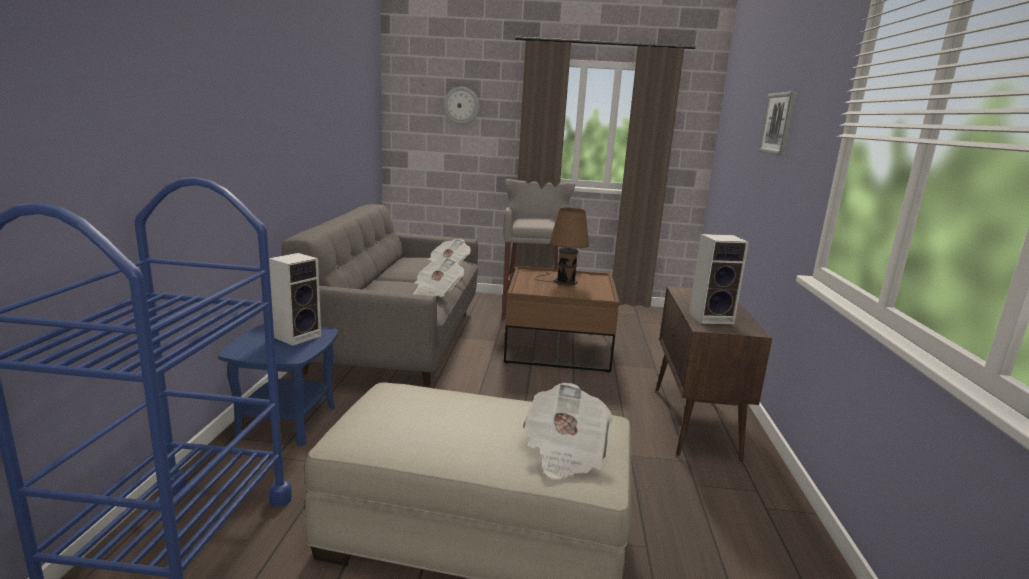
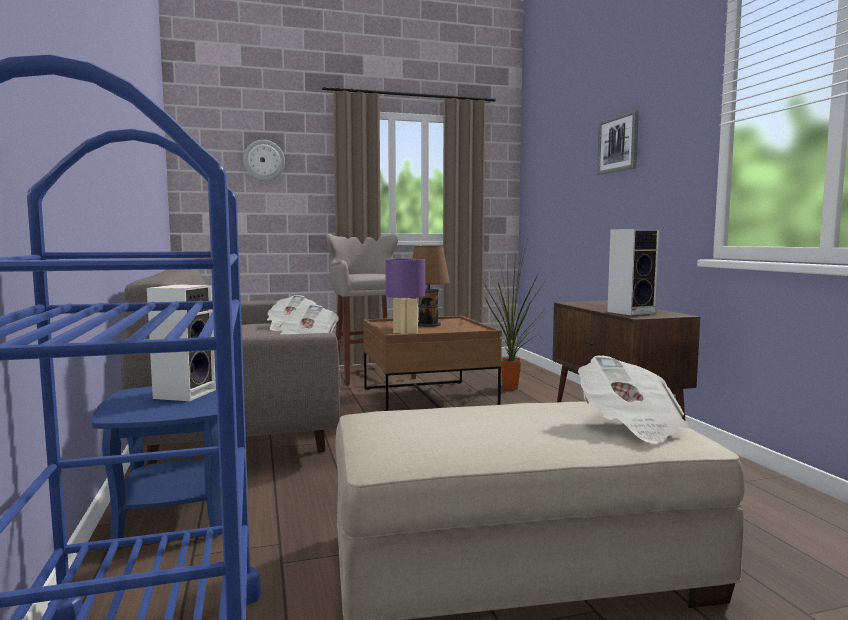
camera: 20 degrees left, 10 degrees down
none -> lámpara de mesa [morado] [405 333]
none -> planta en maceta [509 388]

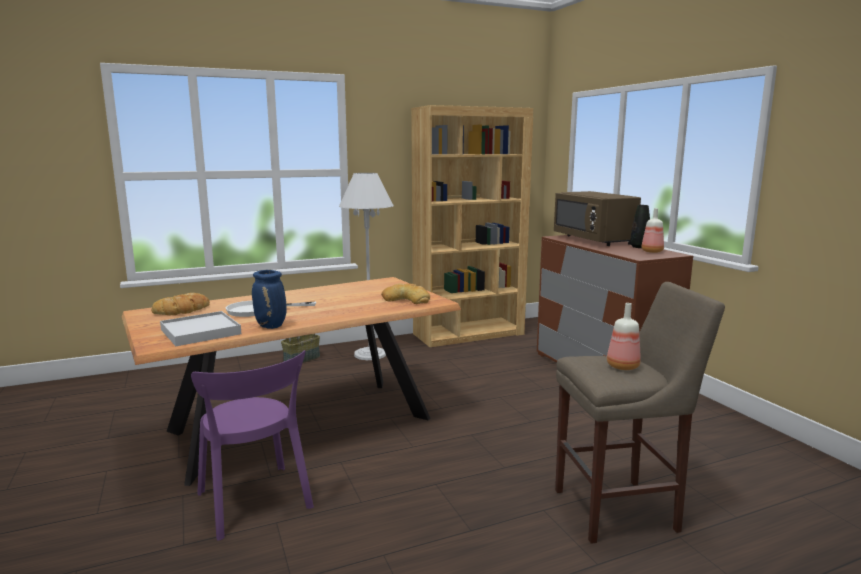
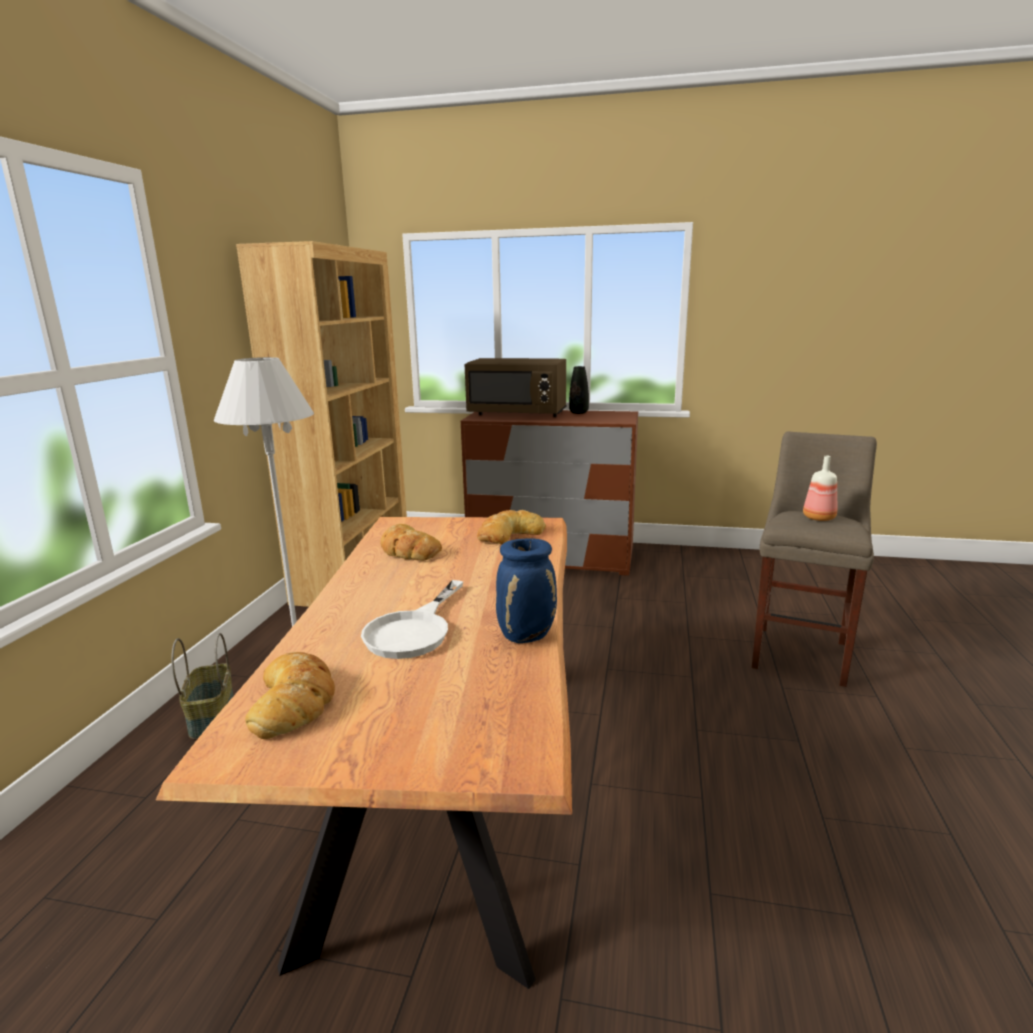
camera: 55 degrees left, 5 degrees up
bandeja [blanco] [200 332] -> none
silla [morado] [255 503] -> none
botella [651 251] -> none
none -> pan [408 550]

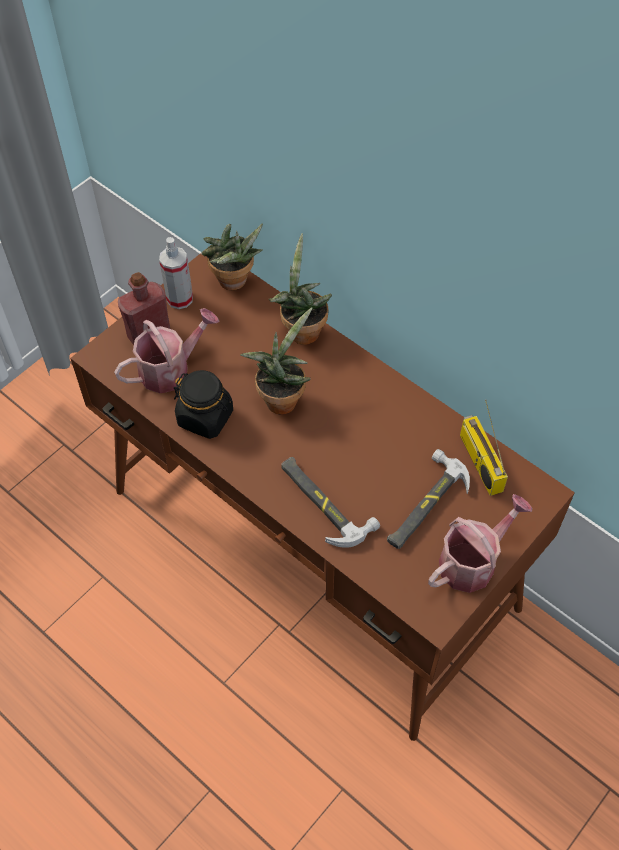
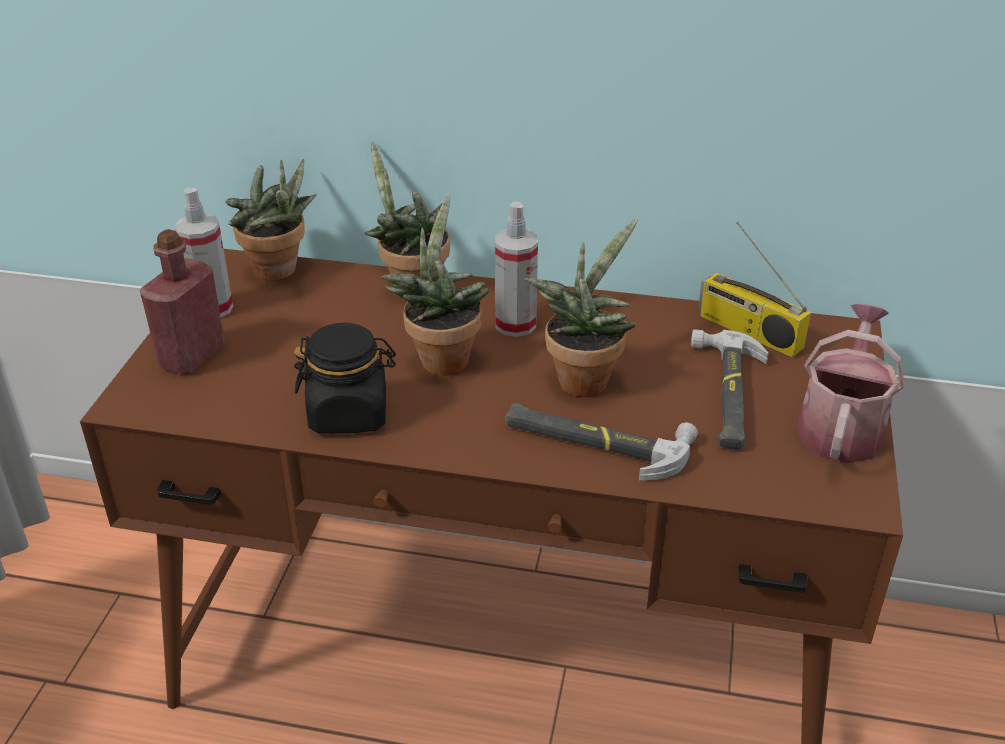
camera: 30 degrees left, 20 degrees down
regadera [170 369] -> none
none -> pulverizador [515 324]
none -> planta en maceta [583 377]

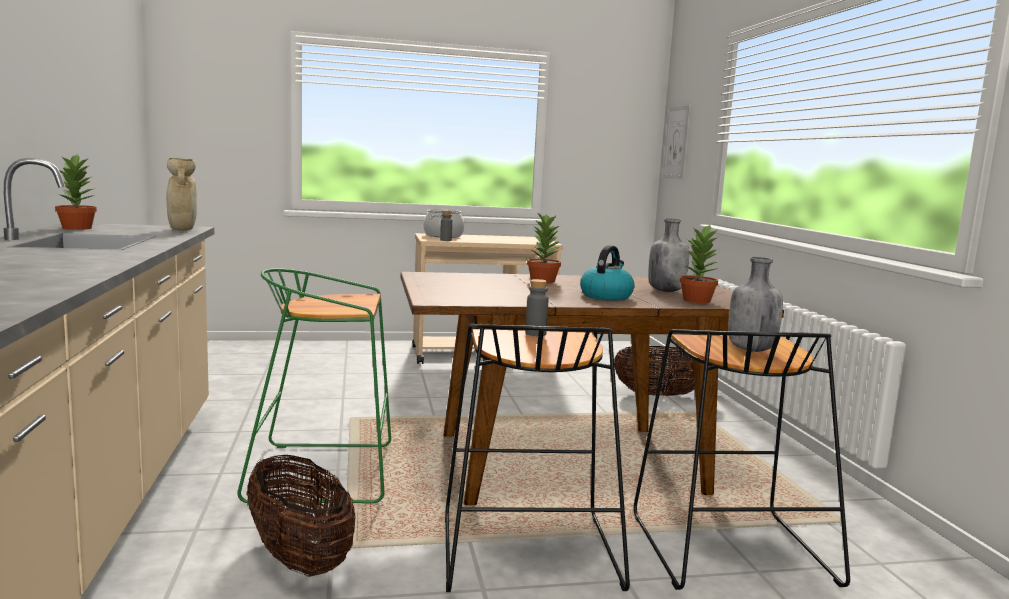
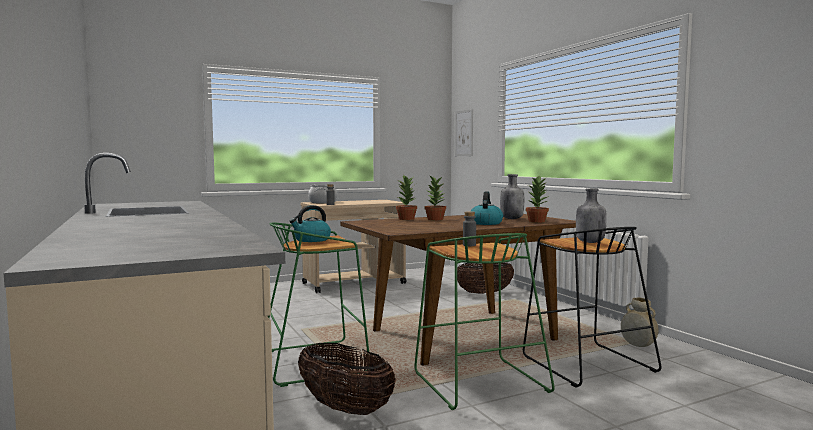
camera: 15 degrees left, 5 degrees down
planta en maceta [78 228] -> planta en maceta [406 219], move
florero [beis] [182 230] -> florero [beis] [637 346], move
taburete [negro] [525 549] -> taburete [verde] [478 382]
none -> hervidor [311 240]

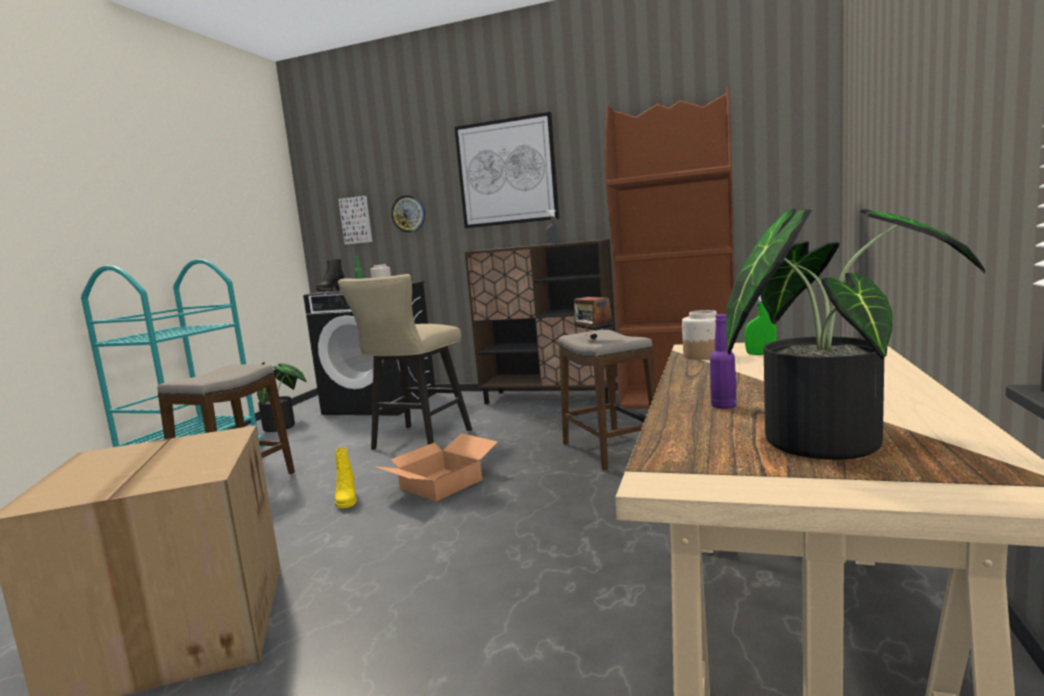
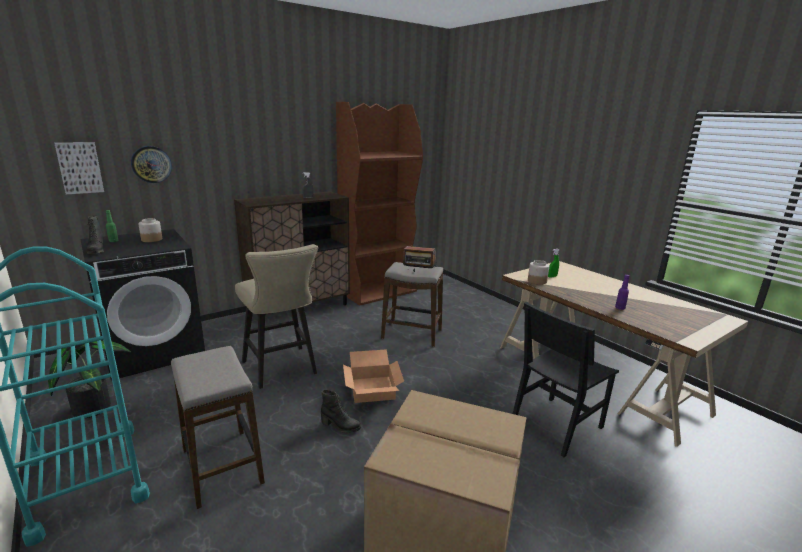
camera: 55 degrees left, 10 degrees up
bota [amarillo] [346 500] -> bota [negro] [340 426]
cuadro [507 172] -> none
planta en maceta [824 438] -> none
none -> silla [negro] [556 424]

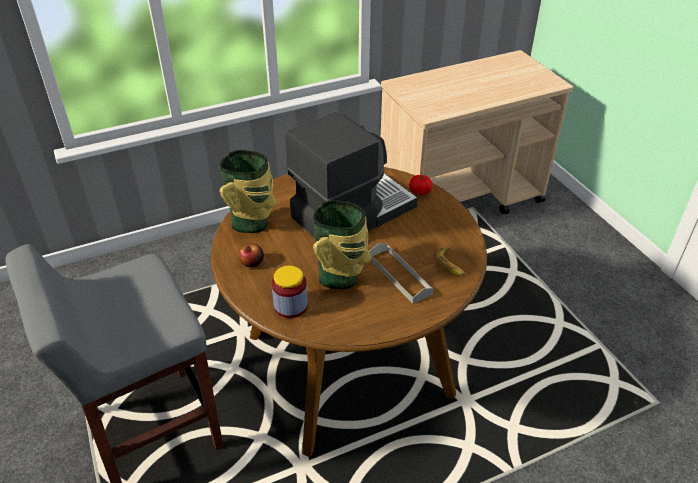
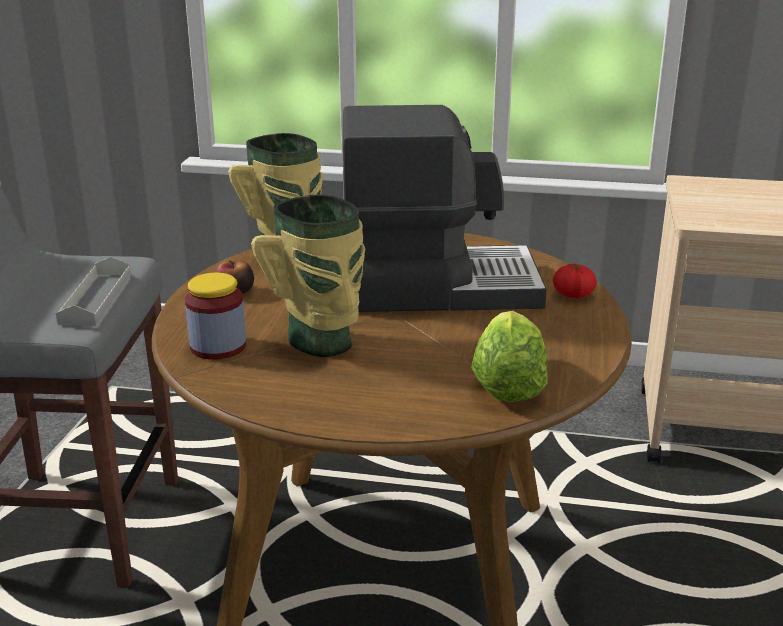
camera: 35 degrees right, 15 degrees down
bandeja [gris] [399 275] -> bandeja [gris] [96 298], move
plátano [450 265] -> lechuga [507 385]

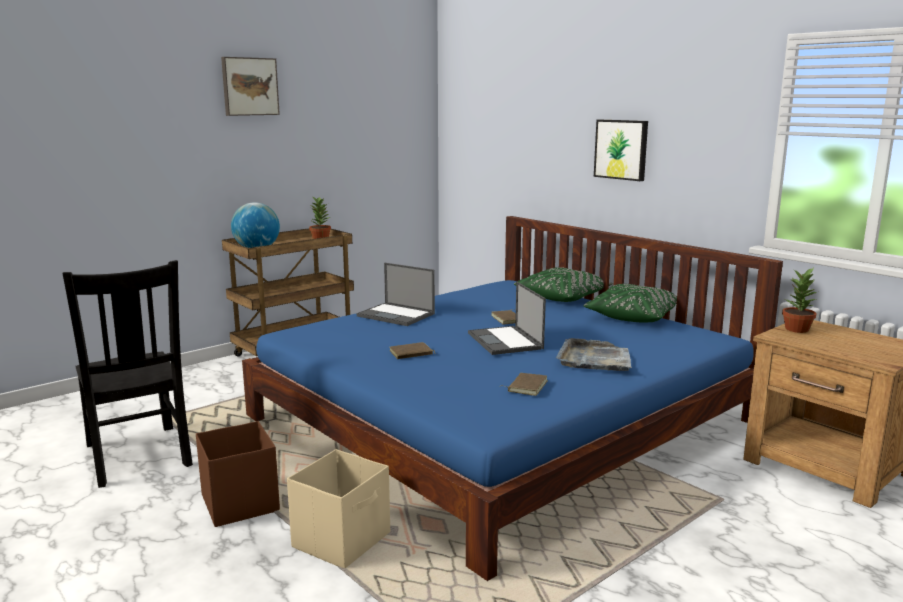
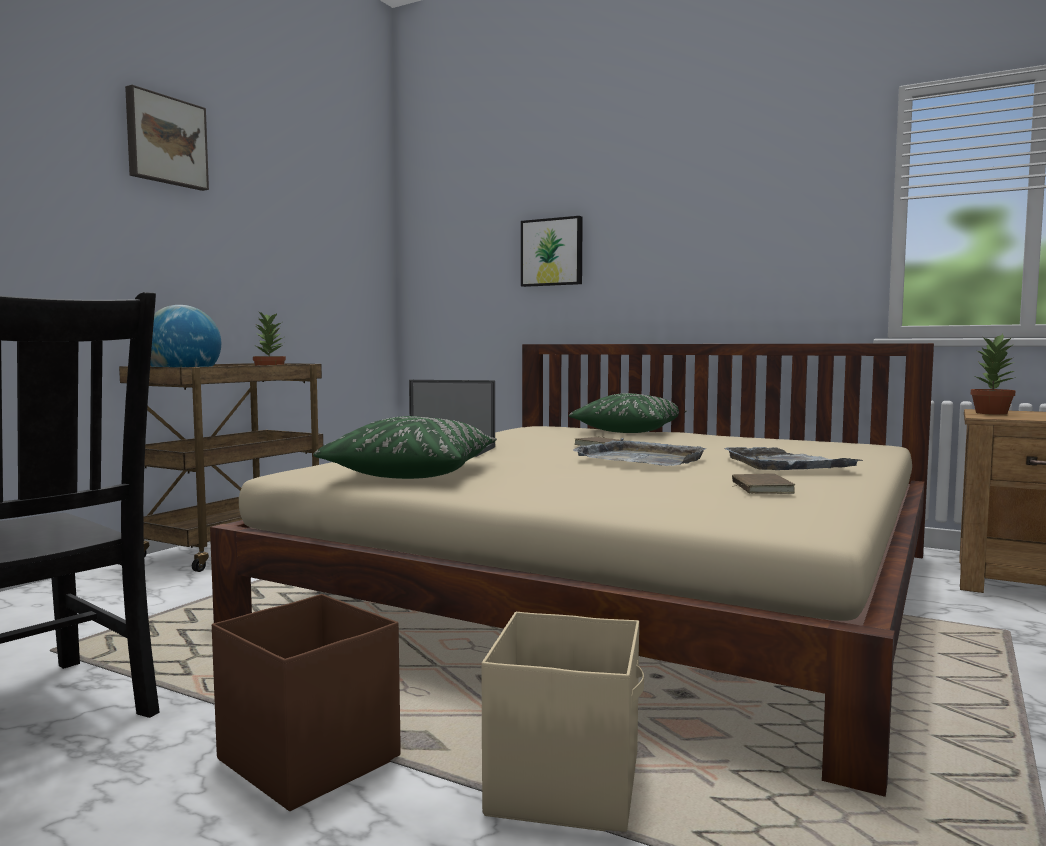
camera: 20 degrees left, 10 degrees down
cama [azul] [501 419] -> cama [beis] [621 586]
libro [marrón] [411 354] -> none
portátil [505 341] -> bandeja [gris] [641 459]
cojín [verde] [633 316] -> cojín [verde] [412 473], move
cuadro [621 149] -> cuadro [552 252], move

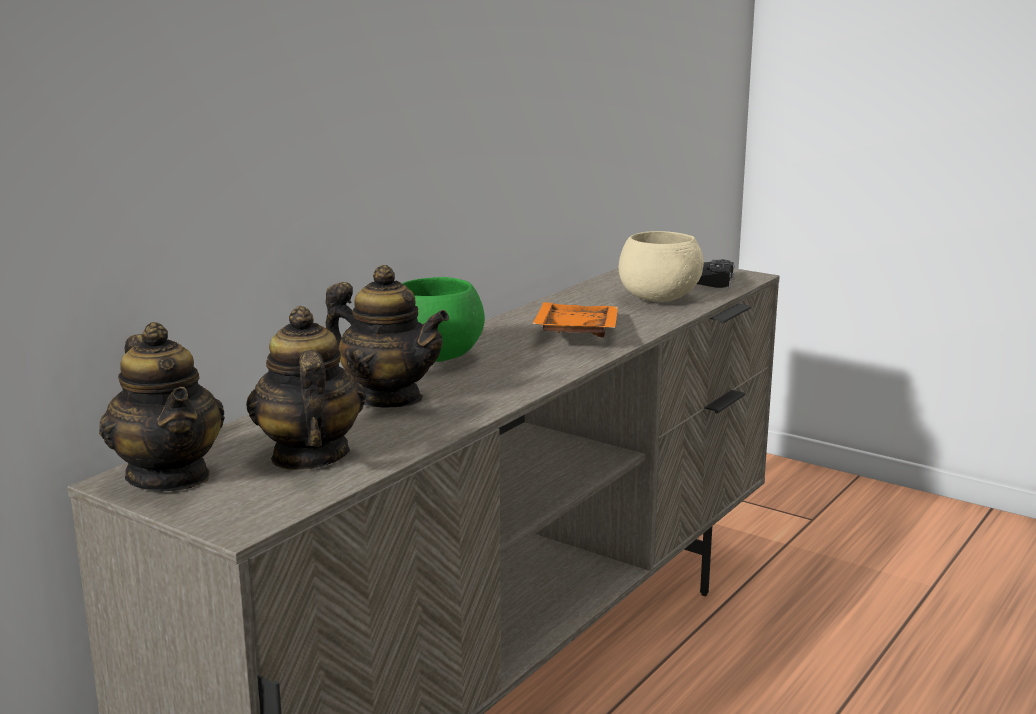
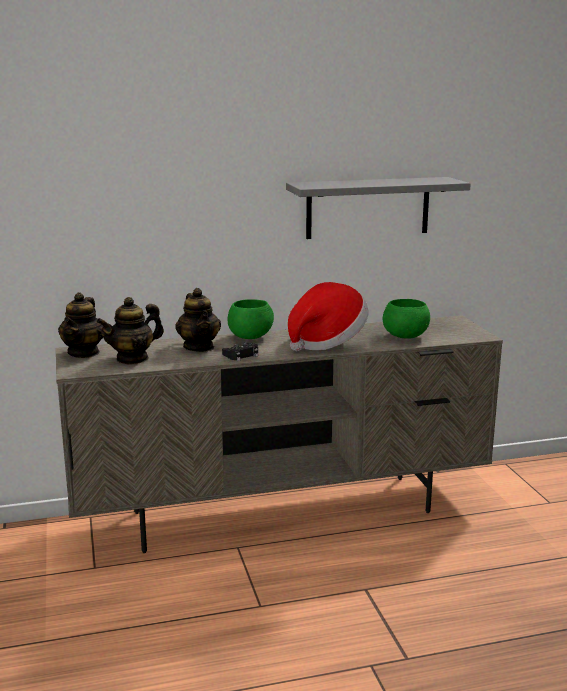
camera: 40 degrees right, 0 degrees up
tetera [309 456] -> tetera [132 358], 150 degrees counterclockwise
bandeja [naranja] [573 334] -> sombrero [326 342]
cuenco [beis] [660 299] -> cuenco [verde] [405 337]
mando de consola [negro] [714 281] -> mando de consola [negro] [242 355], move
none -> estante [gris] [368 207]

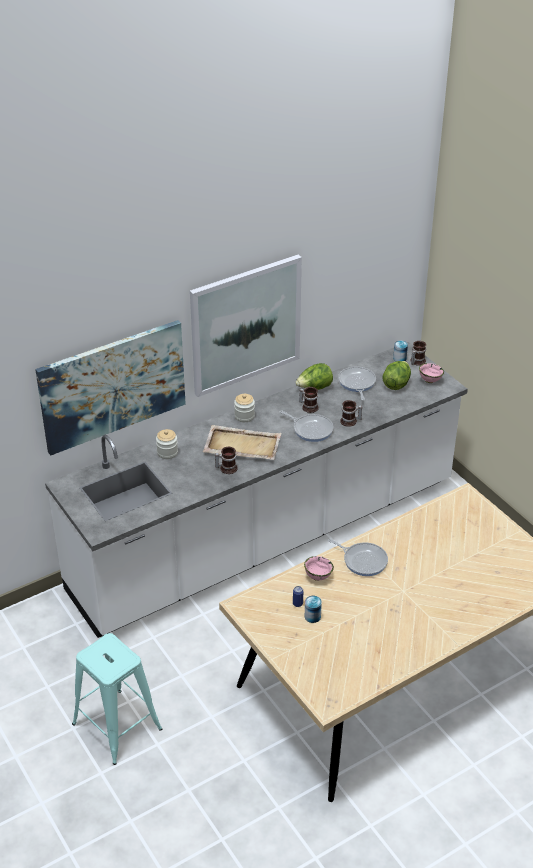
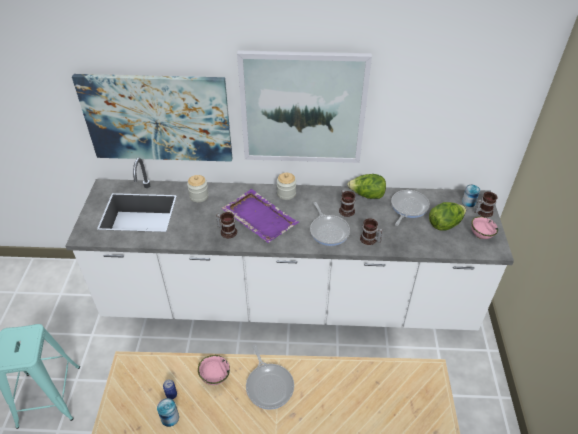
camera: 35 degrees right, 5 degrees up
bandeja [beis] [241 445] -> bandeja [morado] [259 217]

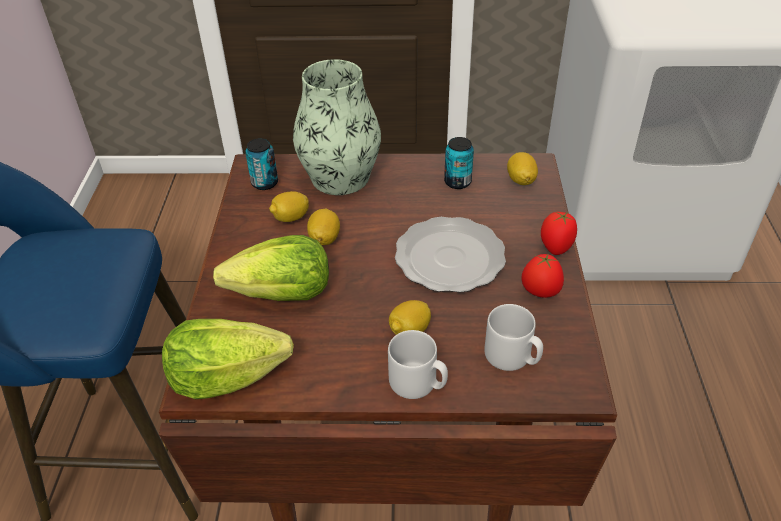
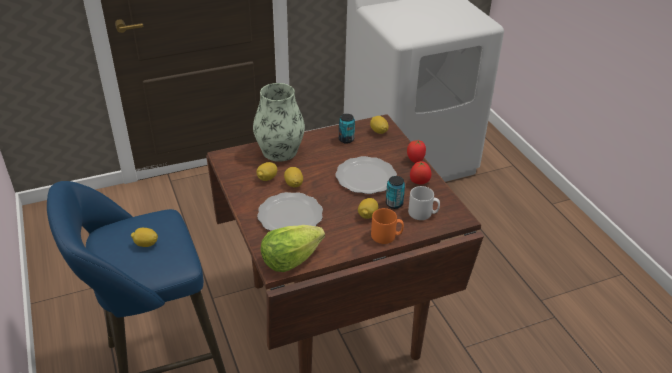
camera: 25 degrees left, 5 degrees down
lechuga [283 295] -> plato [291 216]
lata [265 183] -> lata [394 204], move
taza grande [gris] [418 383] -> taza grande [naranja] [386 236]
none -> limón [146 244]

